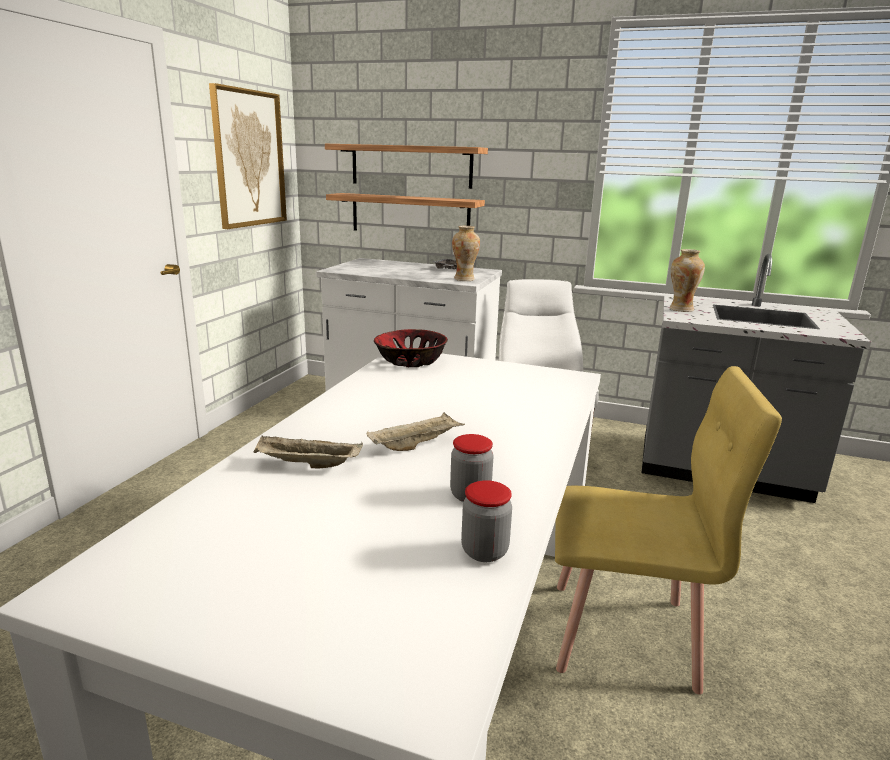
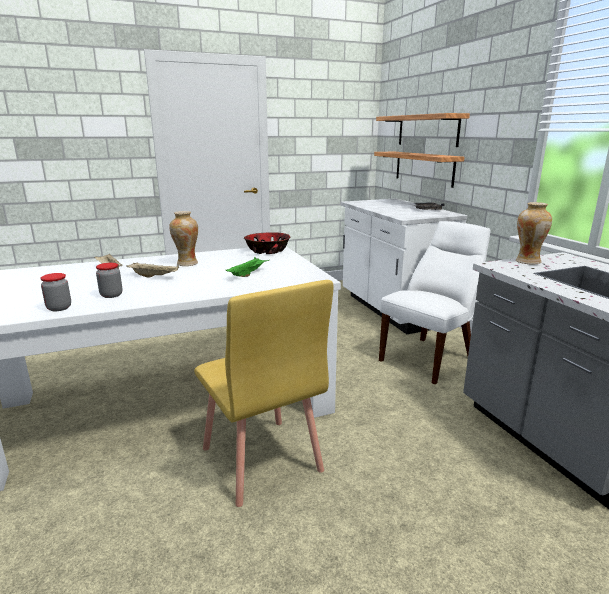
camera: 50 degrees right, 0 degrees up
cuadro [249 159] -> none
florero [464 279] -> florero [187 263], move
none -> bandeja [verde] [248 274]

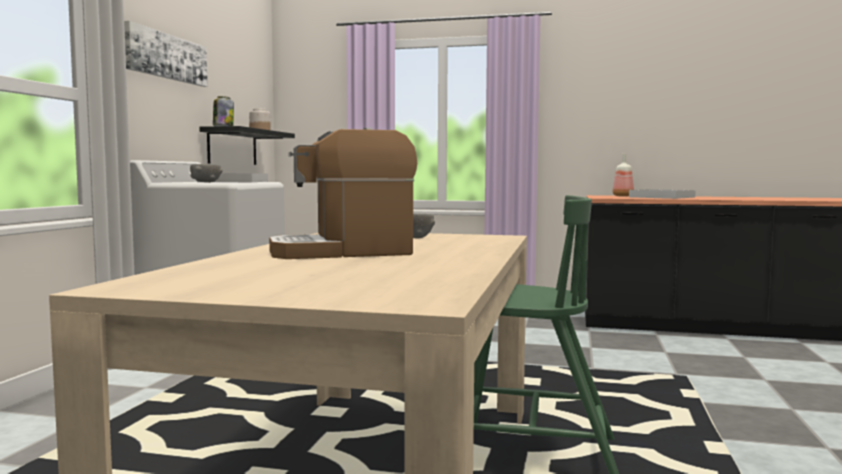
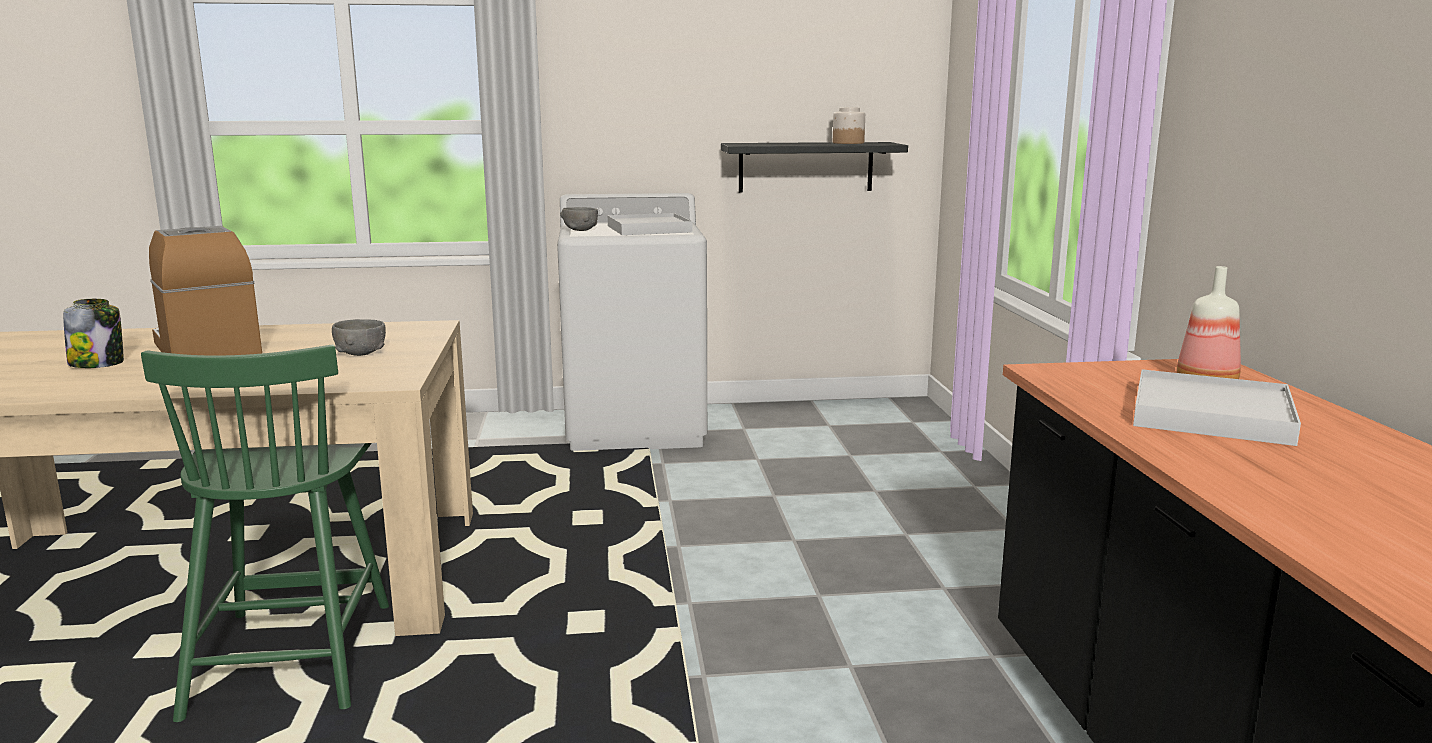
camera: 70 degrees right, 10 degrees up
cuadro [166 57] -> none
tarro [223 127] -> tarro [98 363], move

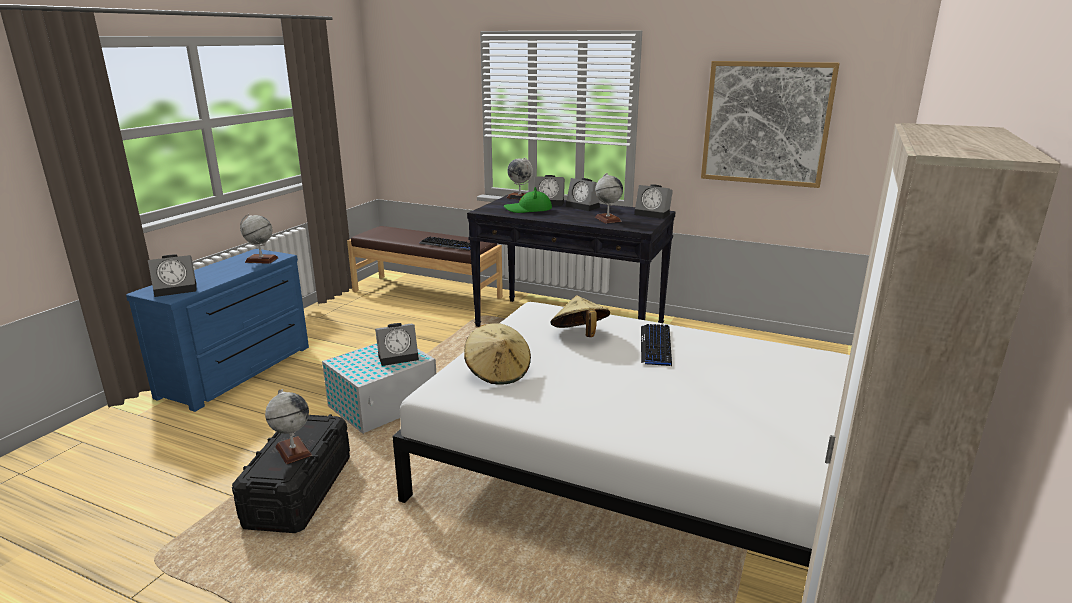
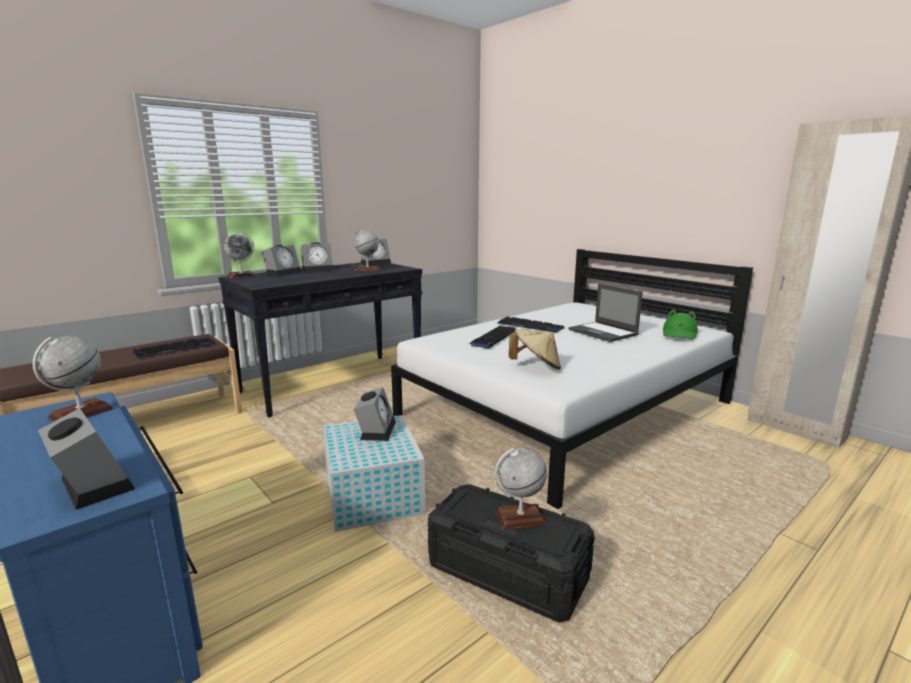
camera: 65 degrees left, 5 degrees down
despertador [177 289] -> despertador [91 484], 45 degrees counterclockwise
sombrero [verde] [528 209] -> sombrero [verde] [679 334], move
sombrero [beis] [579 335] -> teclado [493 338]
cuadro [766 123] -> none
none -> portátil [603 332]

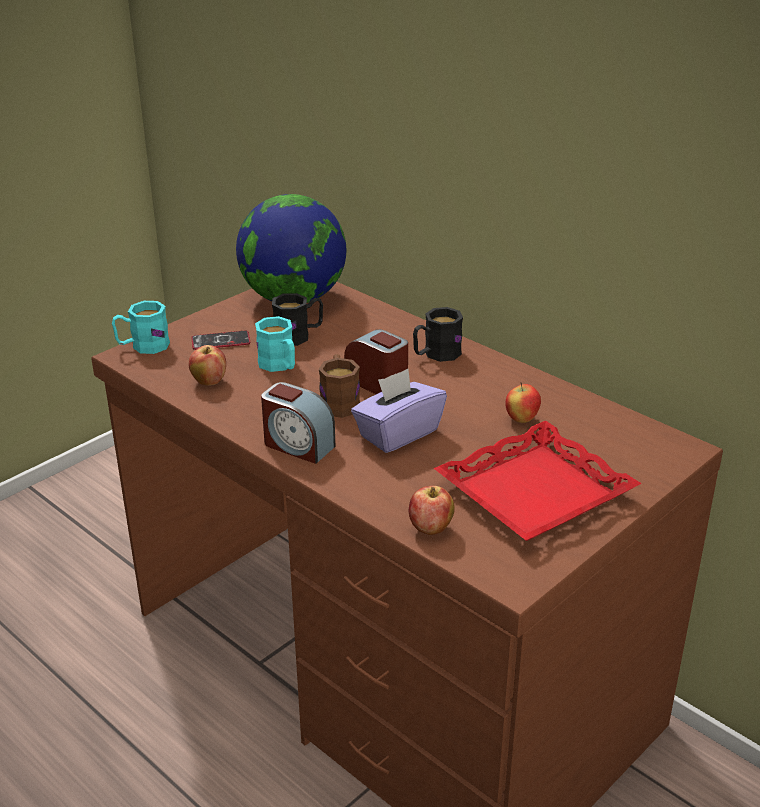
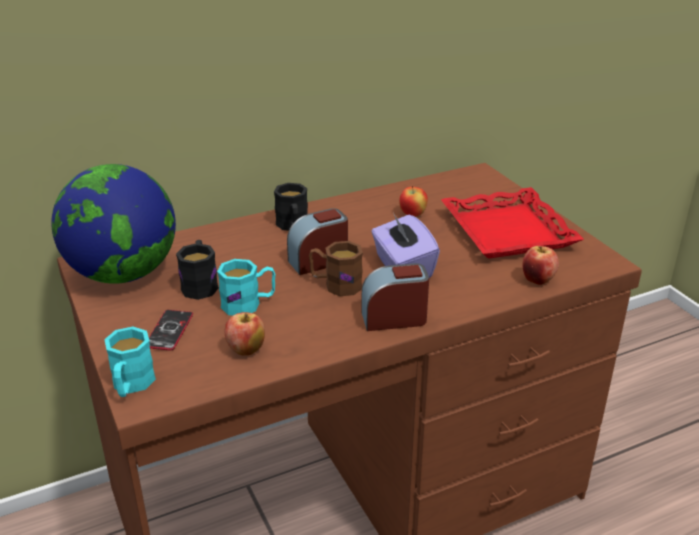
camera: 70 degrees left, 0 degrees up
despertador [297 445] -> despertador [394 318], 150 degrees counterclockwise

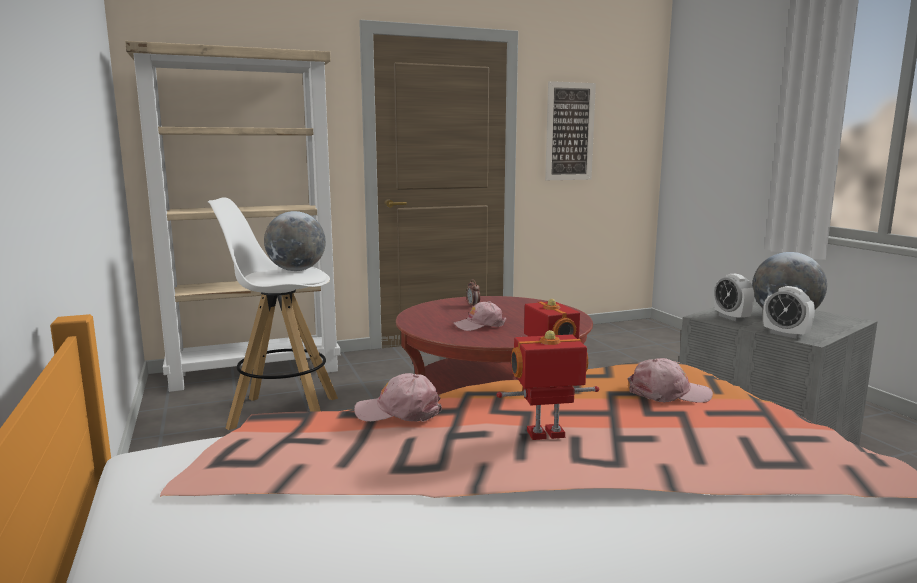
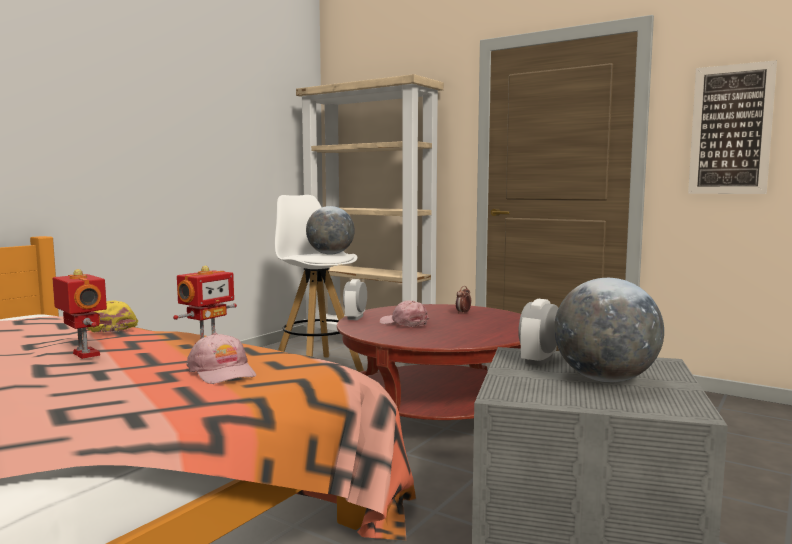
camera: 55 degrees right, 5 degrees down
gorra [rosa] [399 411] -> gorra [amarillo] [111 327]
despertador [785 334] -> despertador [355 318], move

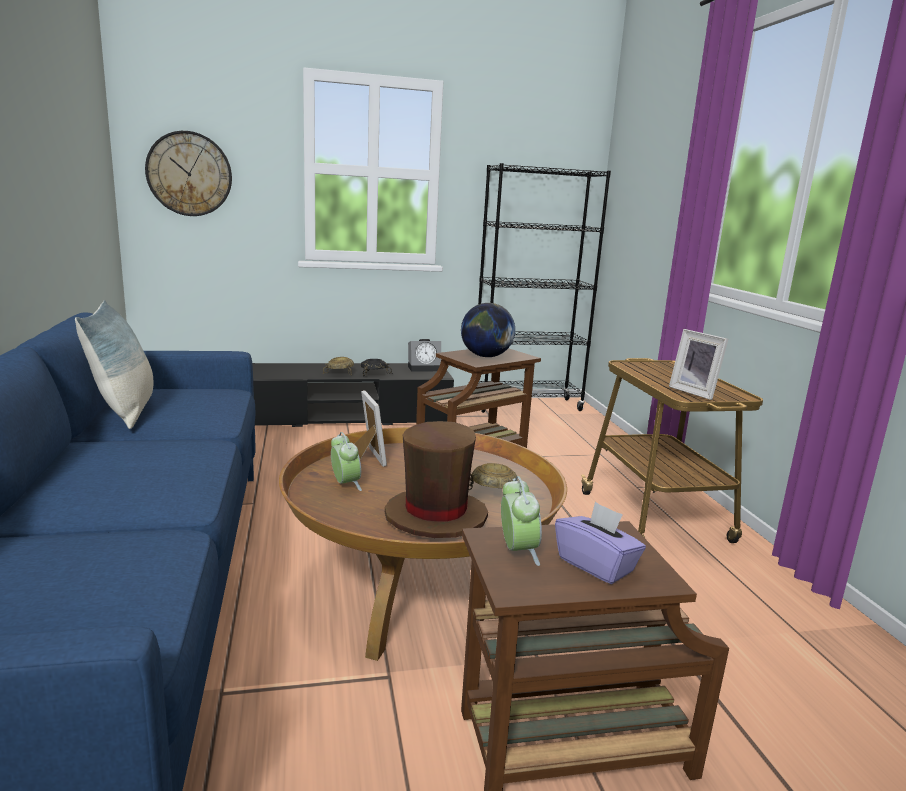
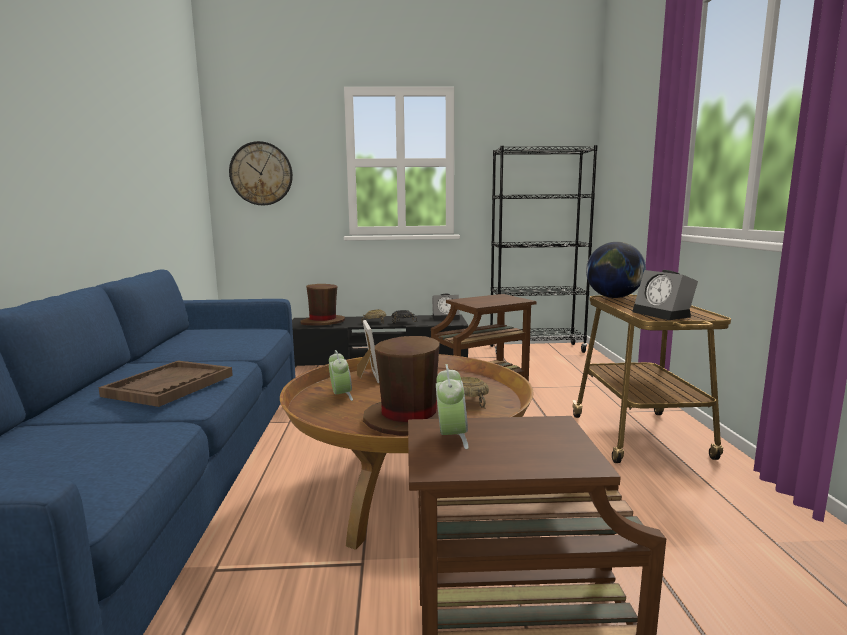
camera: 10 degrees right, 5 degrees down
cojín [125 411] -> none
globo terráqueo [486 356] -> globo terráqueo [613 297], move
caja de pañuelos [morado] [596 565] -> none
portarretratos [695 392] -> despertador [664 314]
none -> bandeja [marrón] [169 385]
none -> sombrero [marrón] [323 322]

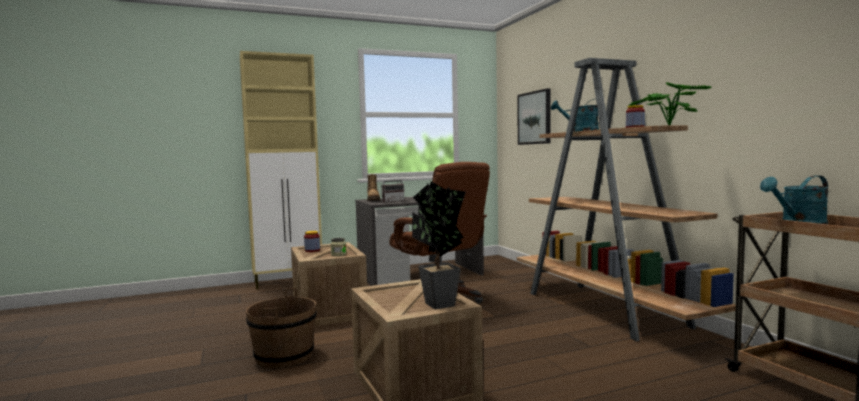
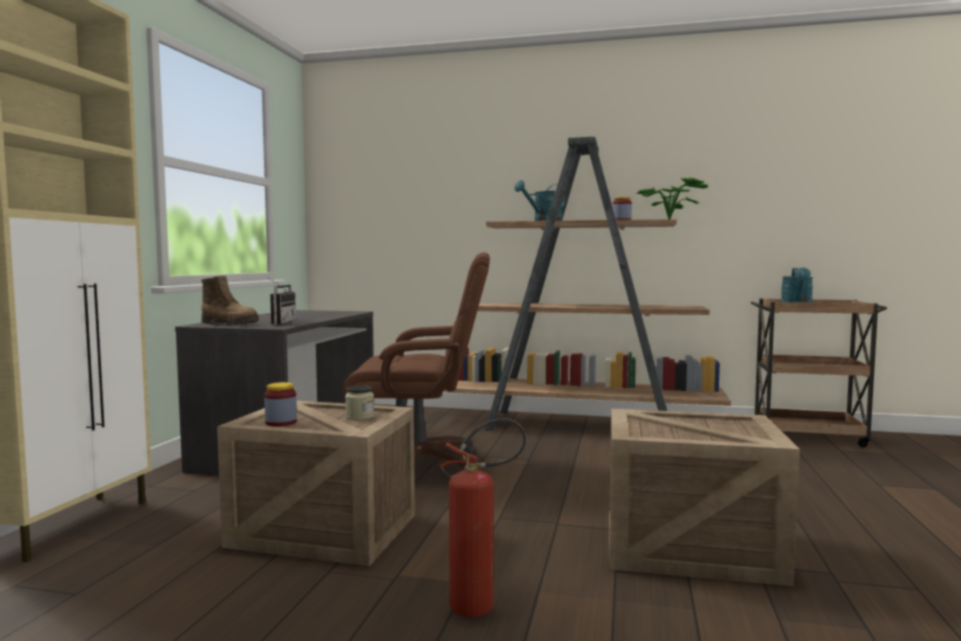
camera: 55 degrees left, 0 degrees up
cubo [marrón] [284 356] -> extintor [483 606]
planta en maceta [439 306] -> none
cuadro [535 118] -> none

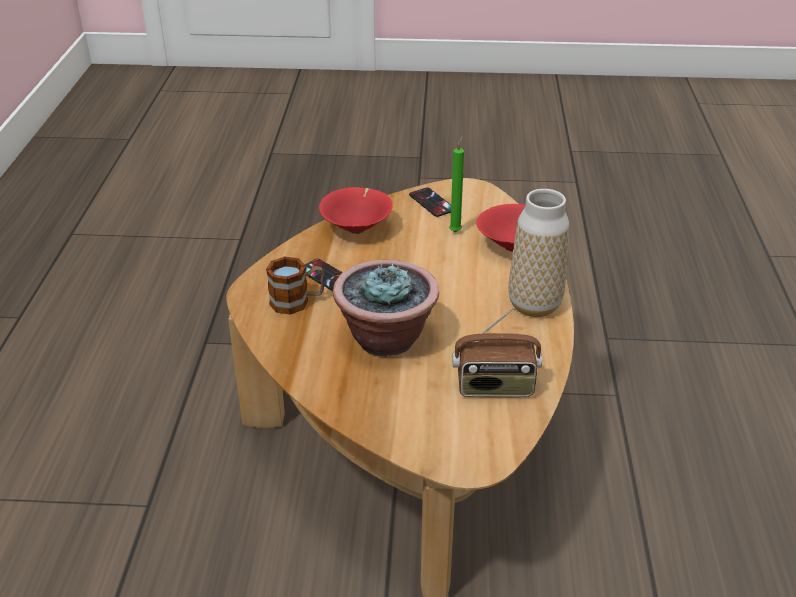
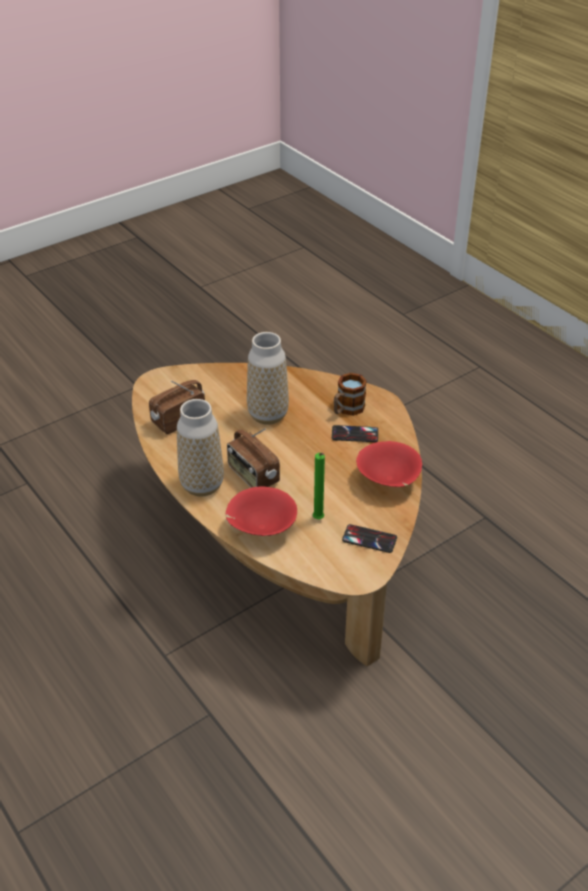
camera: 140 degrees right, 5 degrees up
planta en maceta [386 339] -> florero [268 415]
none -> radio [252 476]

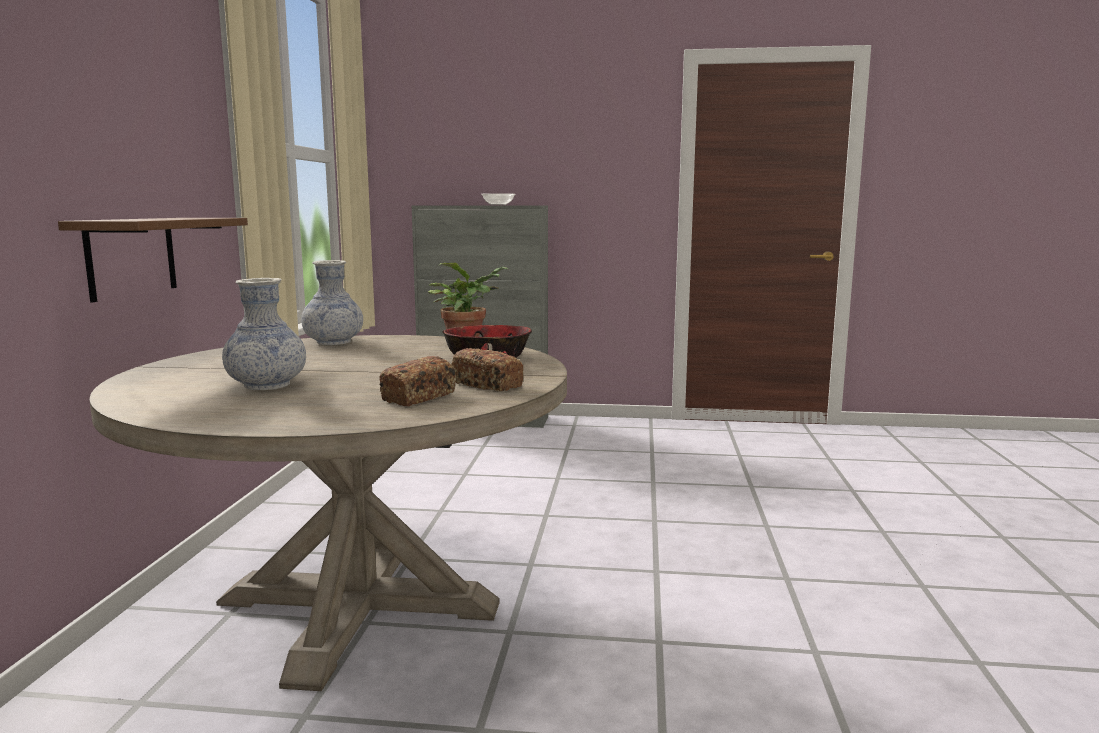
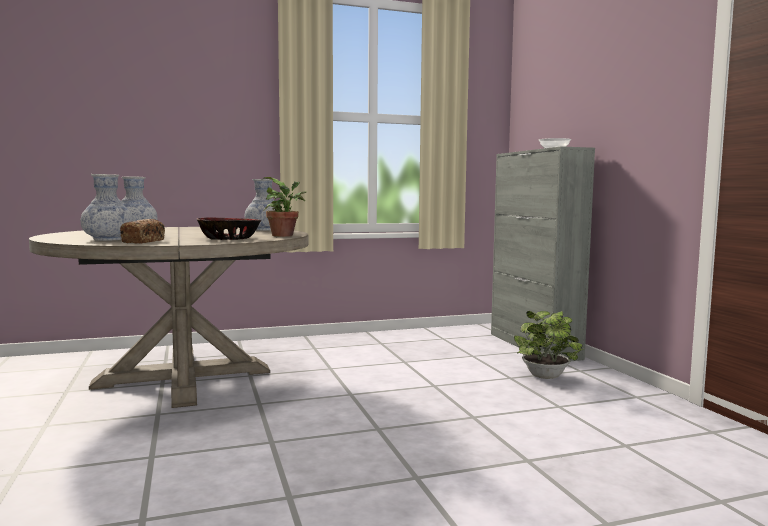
camera: 65 degrees right, 5 degrees down
estante [marrón] [131 257] -> none
pan [419 397] -> florero [108 239]
none -> planta en maceta [546 377]

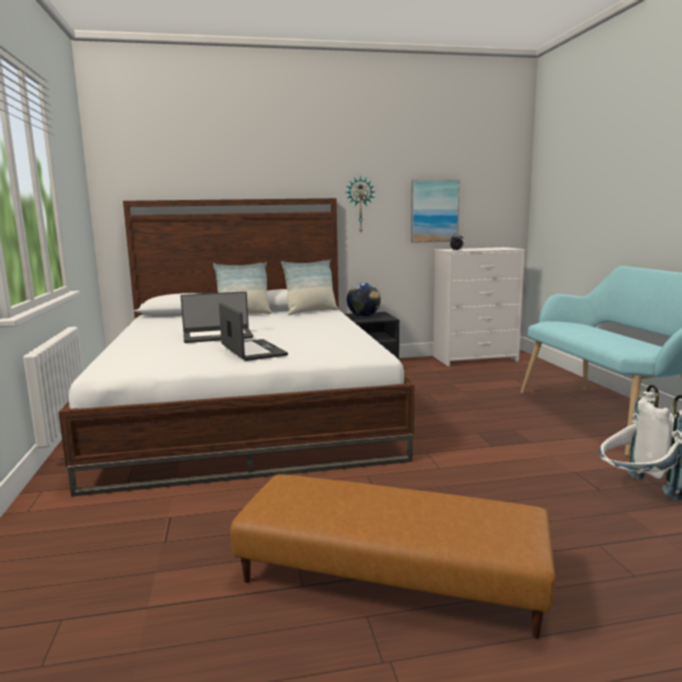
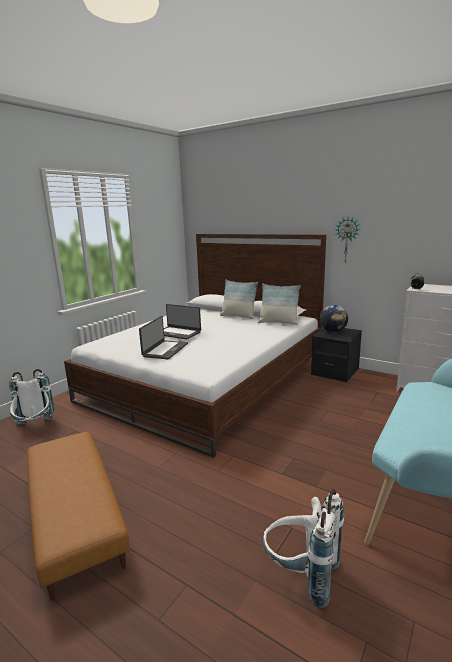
camera: 45 degrees right, 5 degrees up
cuadro [434 211] -> none
none -> mochila [blanco] [35 427]

